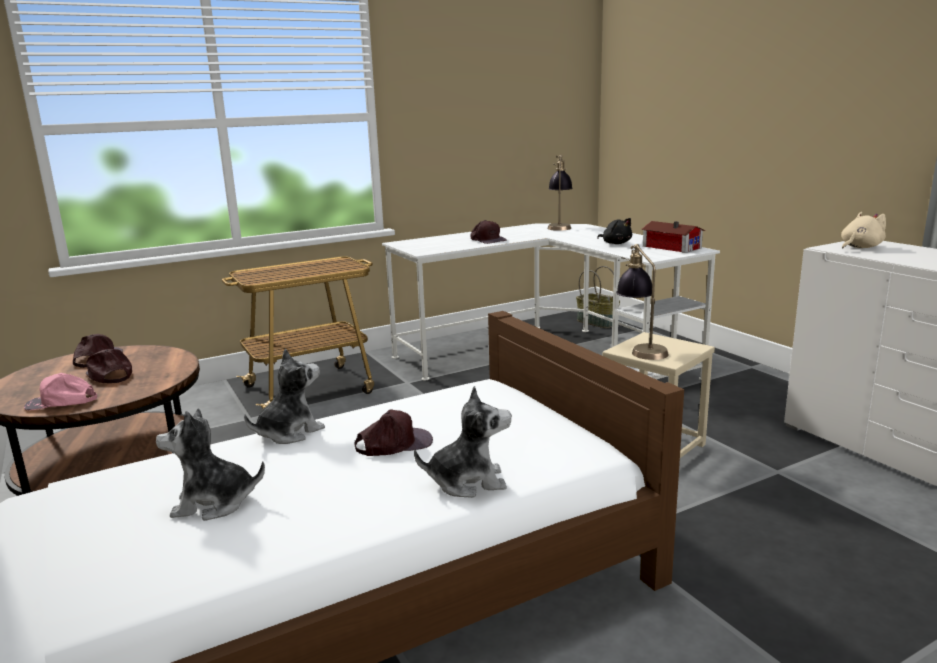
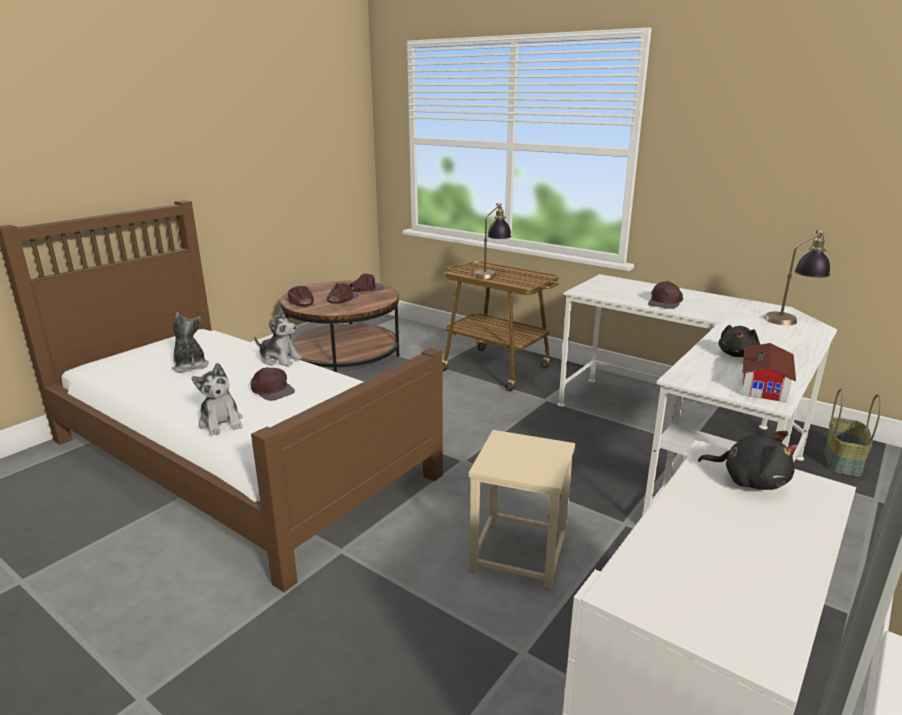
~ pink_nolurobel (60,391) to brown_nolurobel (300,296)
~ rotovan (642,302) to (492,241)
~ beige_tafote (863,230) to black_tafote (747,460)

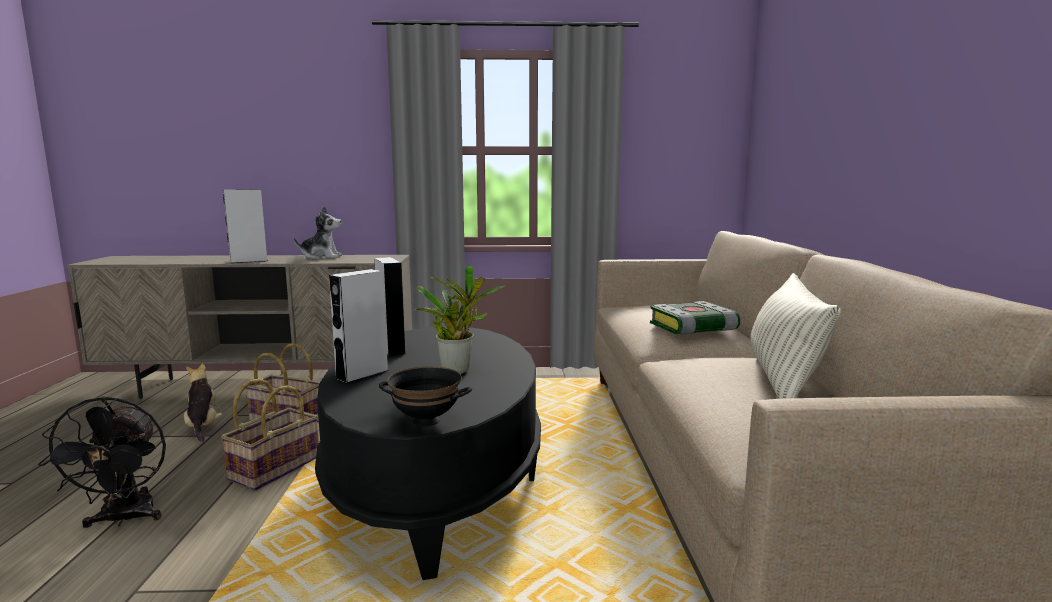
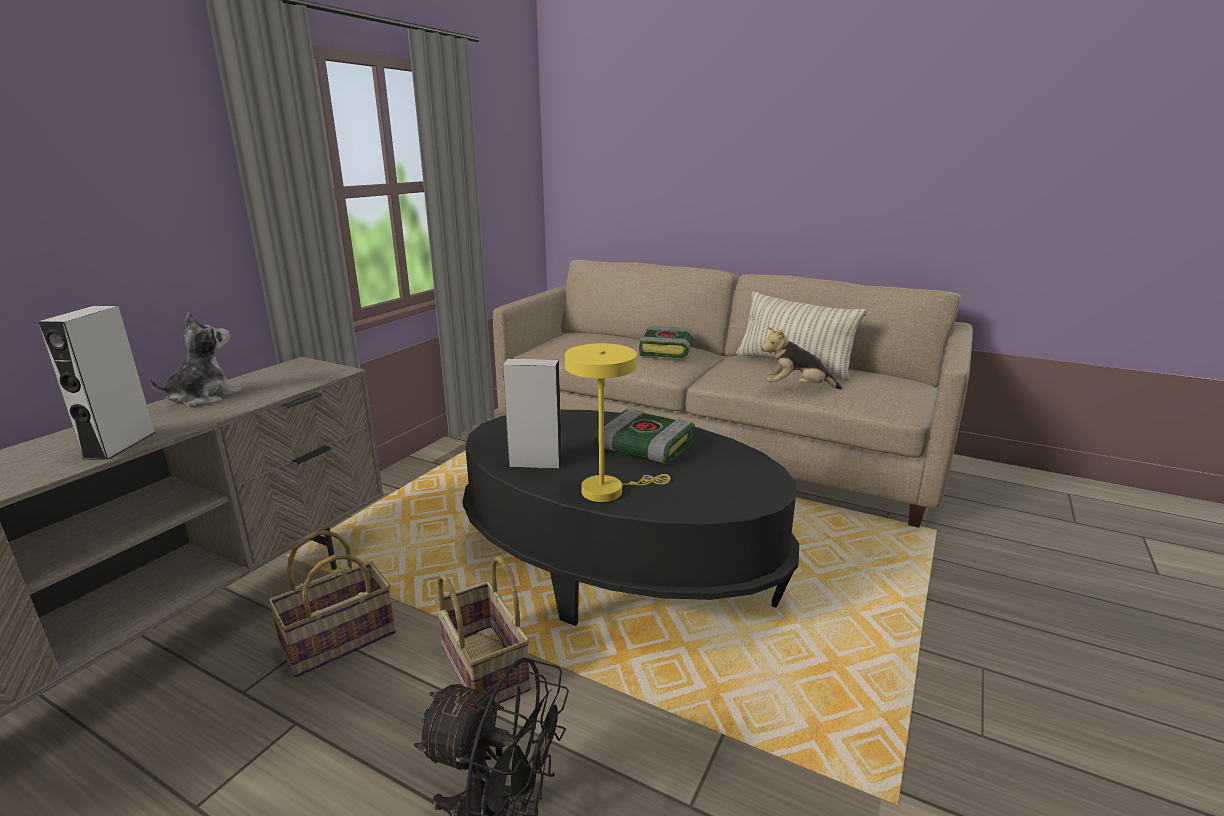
~ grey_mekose (359,326) to yellow_rotovan (618,422)
~ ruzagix (460,319) to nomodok (645,436)
~ tafote (203,402) to (802,358)
- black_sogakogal (425,396)

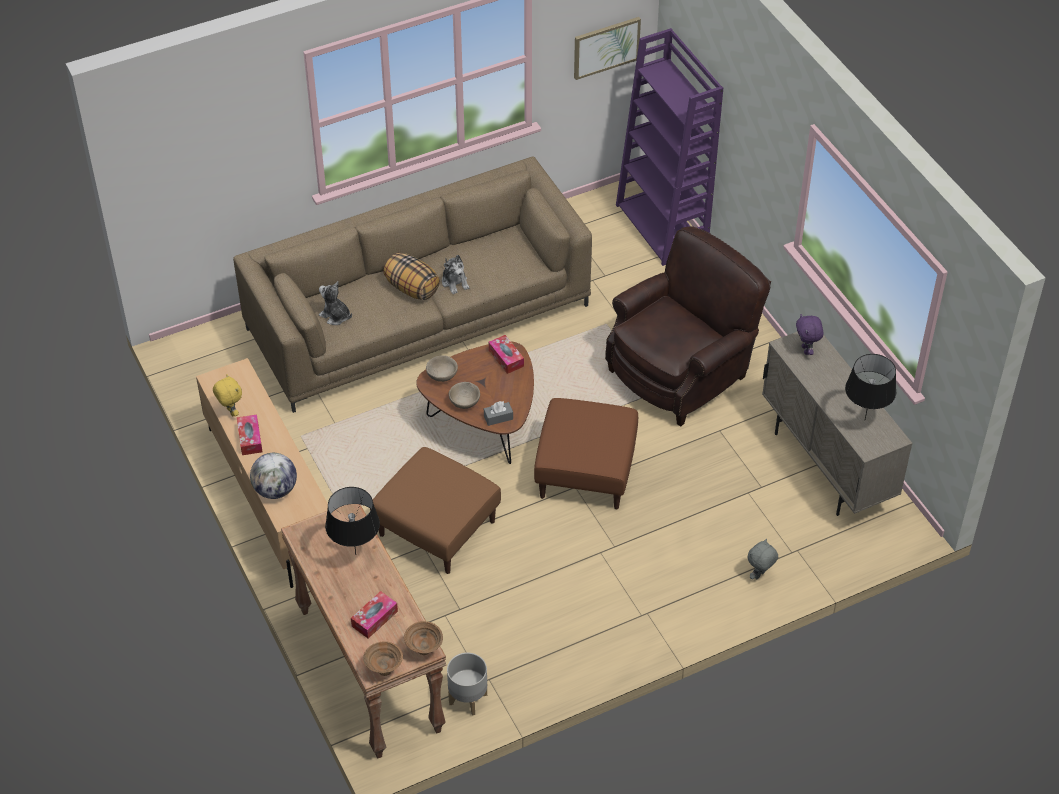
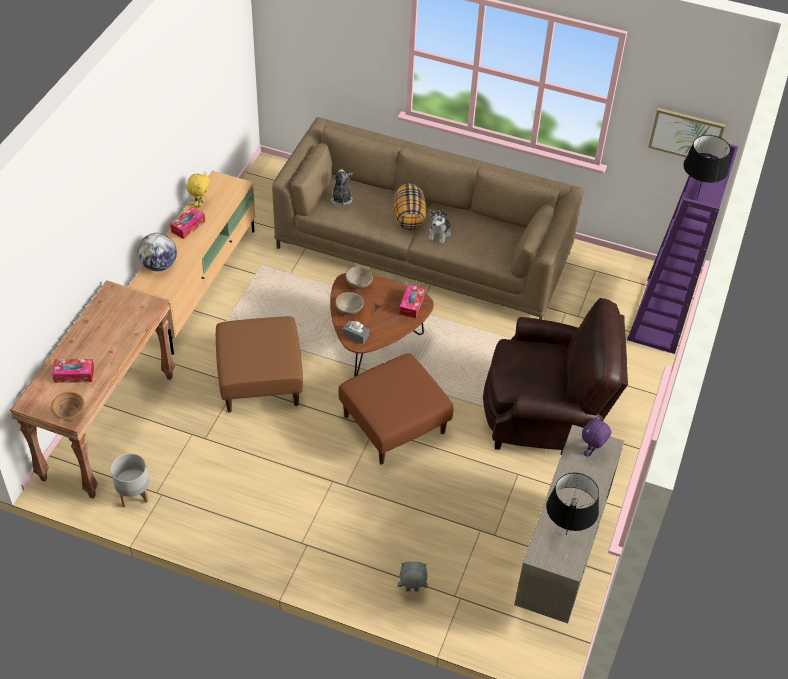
~ black_rotovan (352,521) to (707,166)
- brown_sogakogal (383,658)

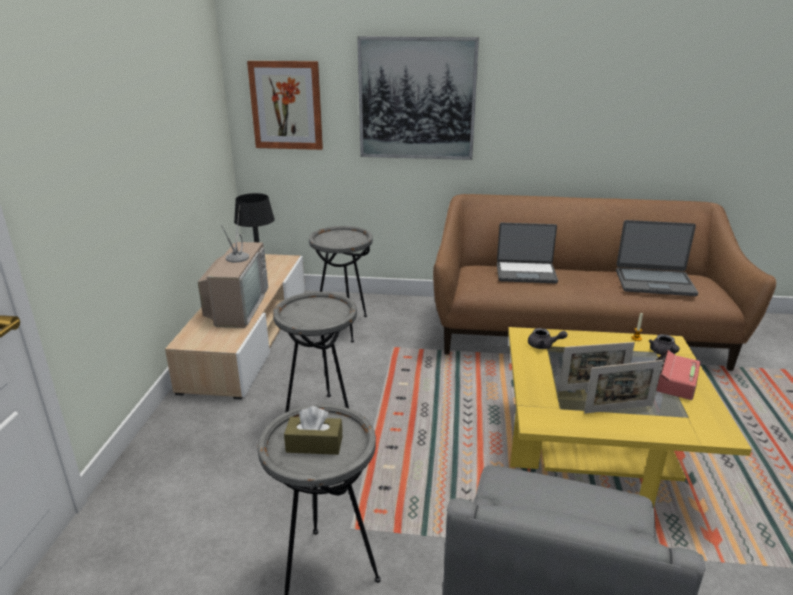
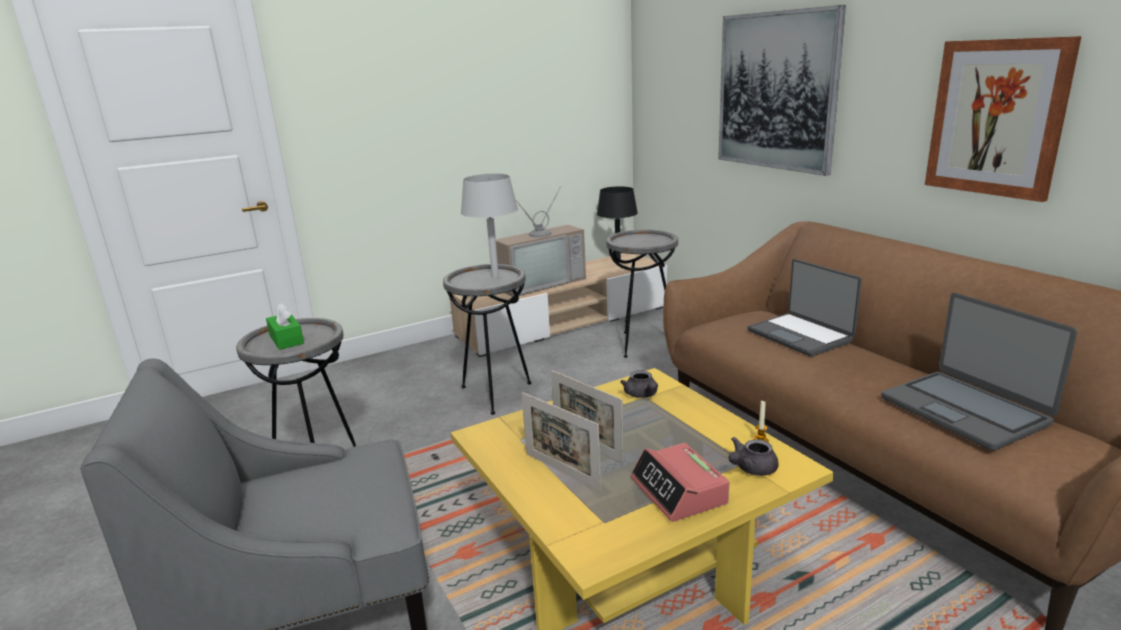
~ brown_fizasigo (313,430) to green_fizasigo (285,326)
+ grey_rotovan (489,226)
~ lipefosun (677,375) = (680,482) 105 degrees counterclockwise
~ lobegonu (285,105) to (1003,119)

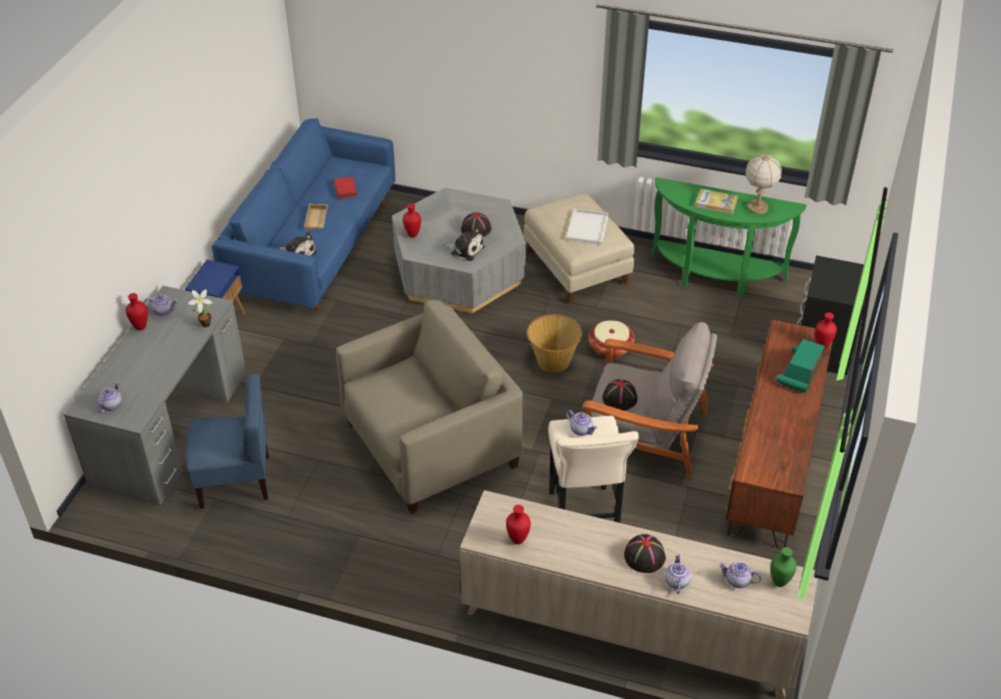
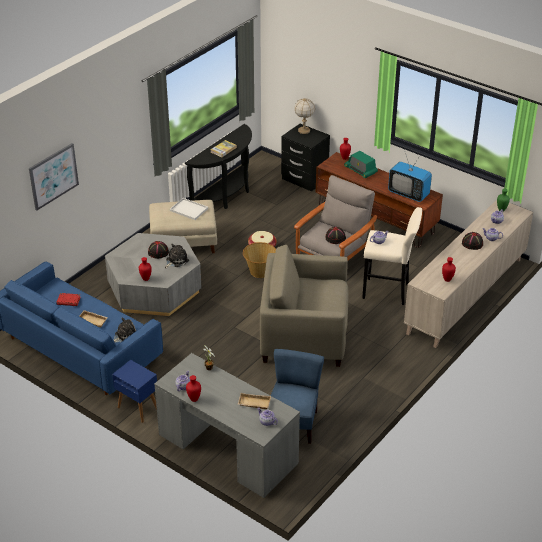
+ lobegonu (54,177)
~ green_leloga (729,237) to black_leloga (218,166)
+ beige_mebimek (254,401)
~ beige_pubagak (429,407) = (304,306) 75 degrees counterclockwise
~ rotovan (763,184) to (304,116)
+ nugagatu (410,177)

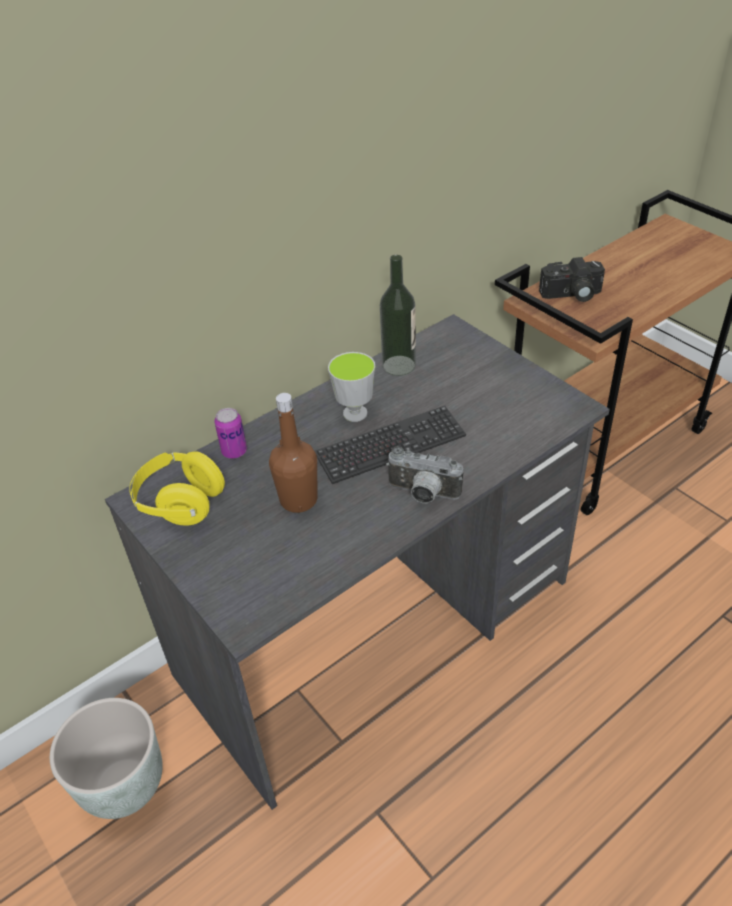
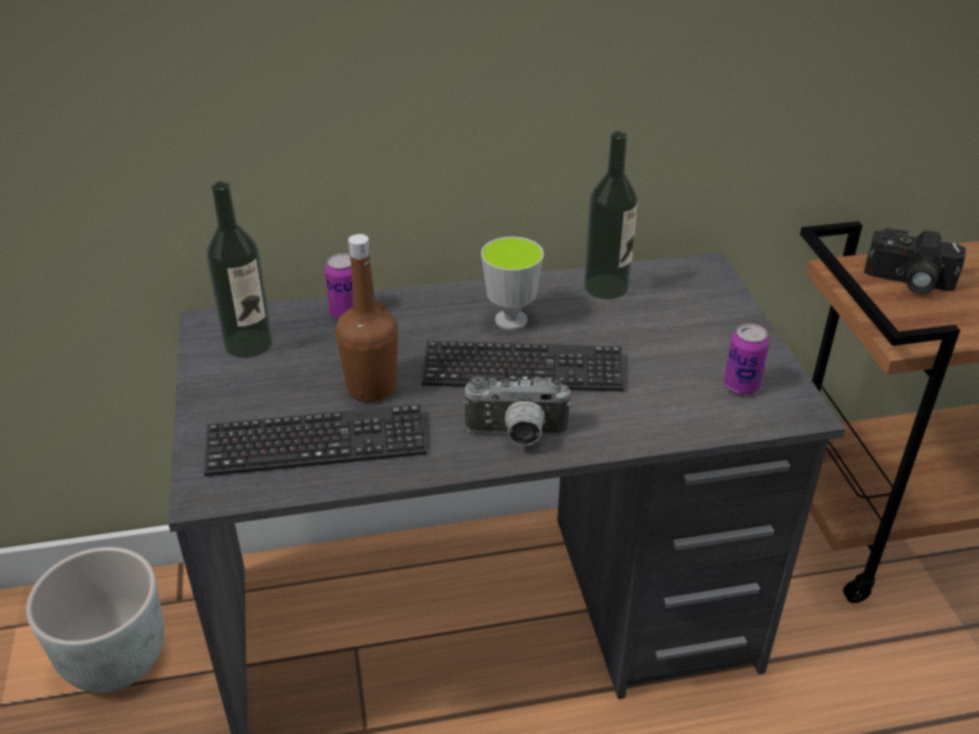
+ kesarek (315,440)
~ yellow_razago (177,488) to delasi (239,269)
~ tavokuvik (425,475) = (517,411) 45 degrees counterclockwise
+ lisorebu (746,359)

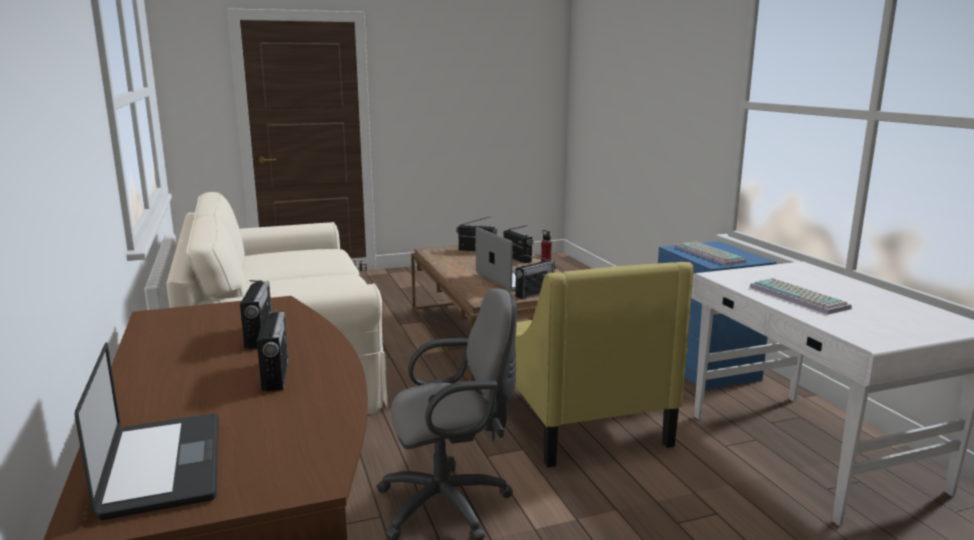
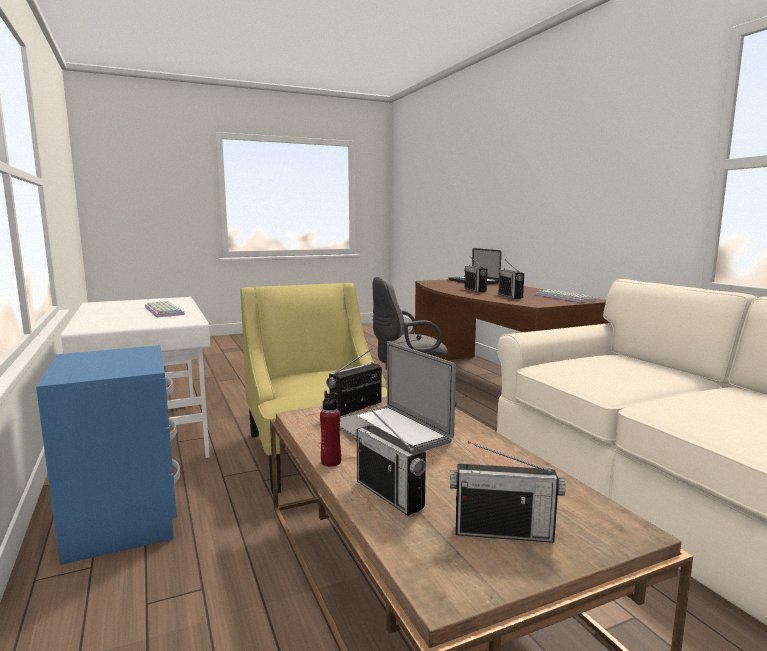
~ kesarek (711,254) to (565,296)

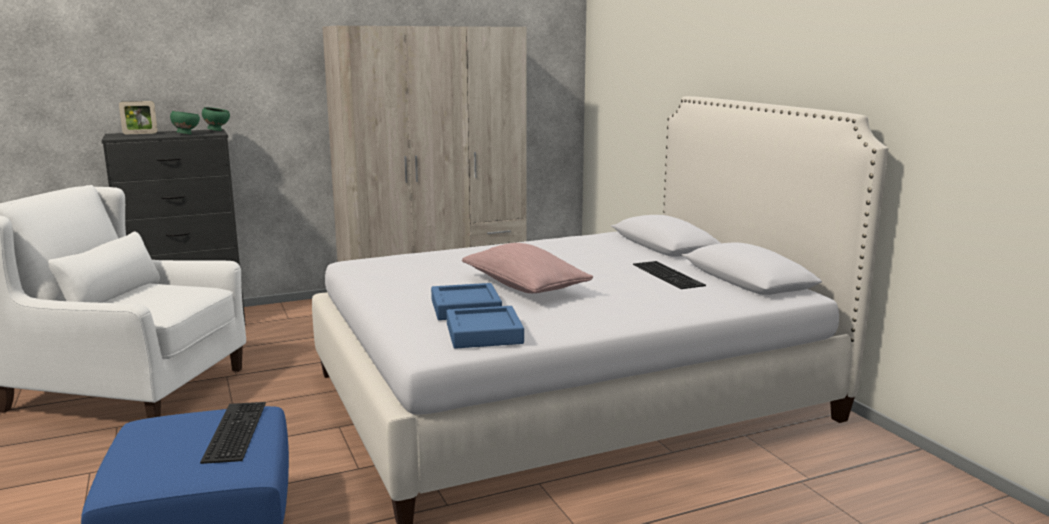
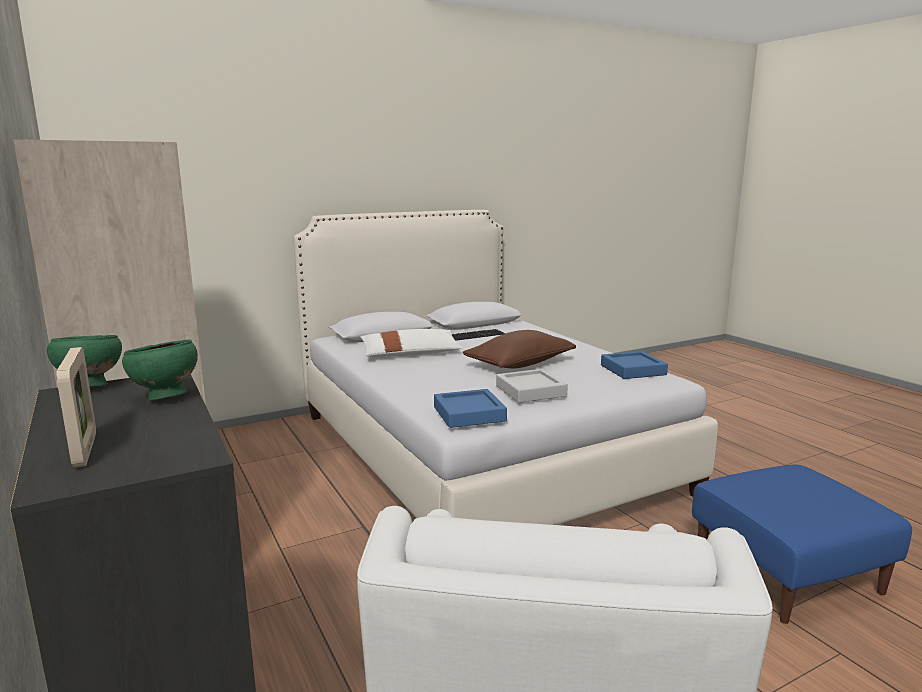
+ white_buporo (411,343)
~ blue_mebimek (466,301) to (470,408)
~ pink_buporo (527,268) to brown_buporo (519,349)
+ grey_mebimek (532,386)
- kesarek (233,433)

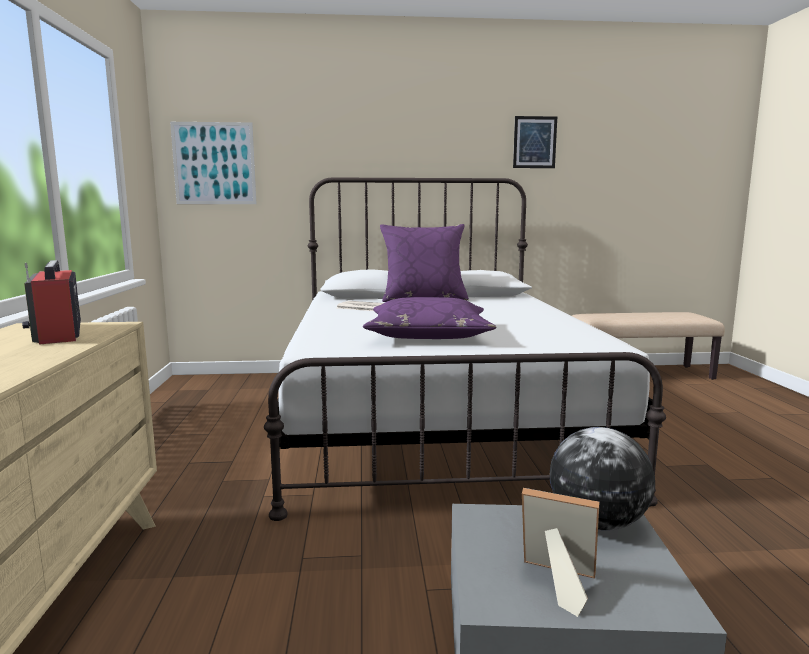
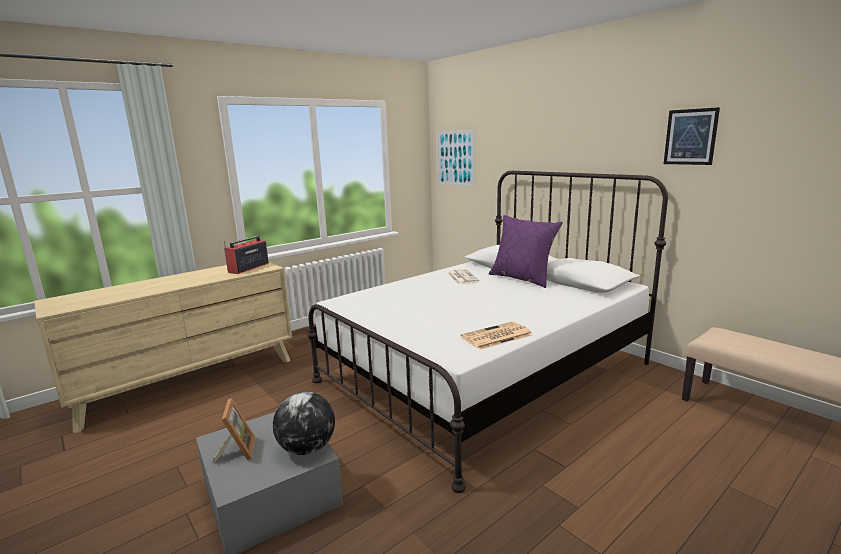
+ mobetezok (496,336)
- purple_buporo (429,318)

